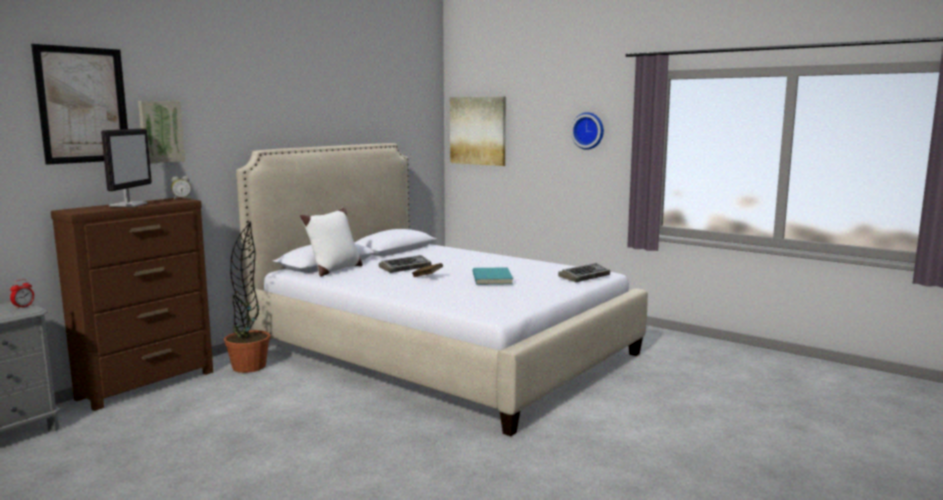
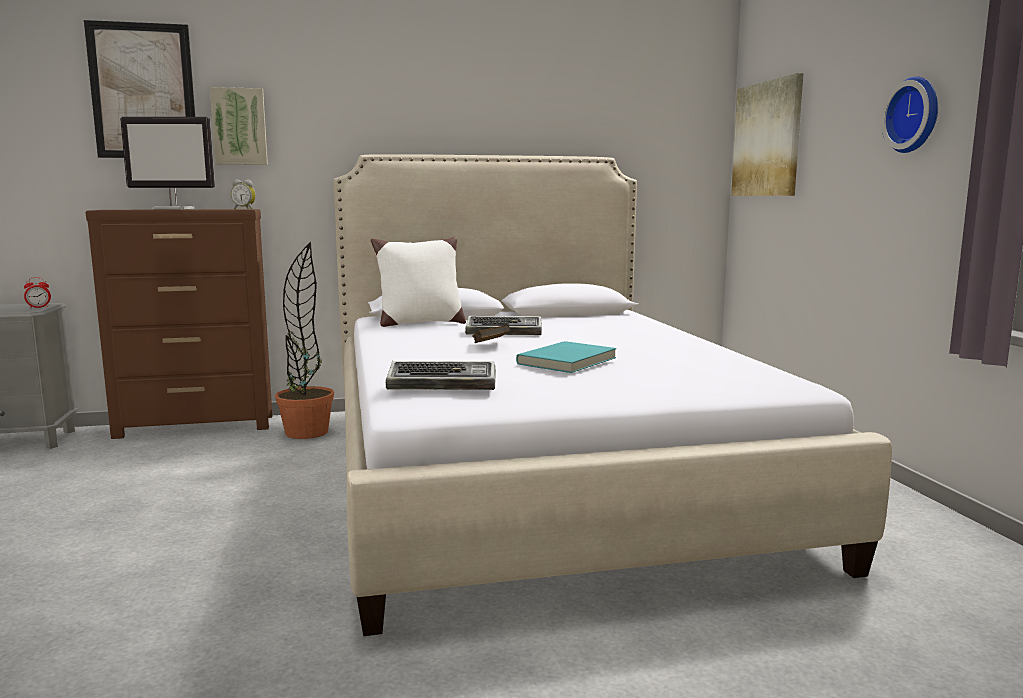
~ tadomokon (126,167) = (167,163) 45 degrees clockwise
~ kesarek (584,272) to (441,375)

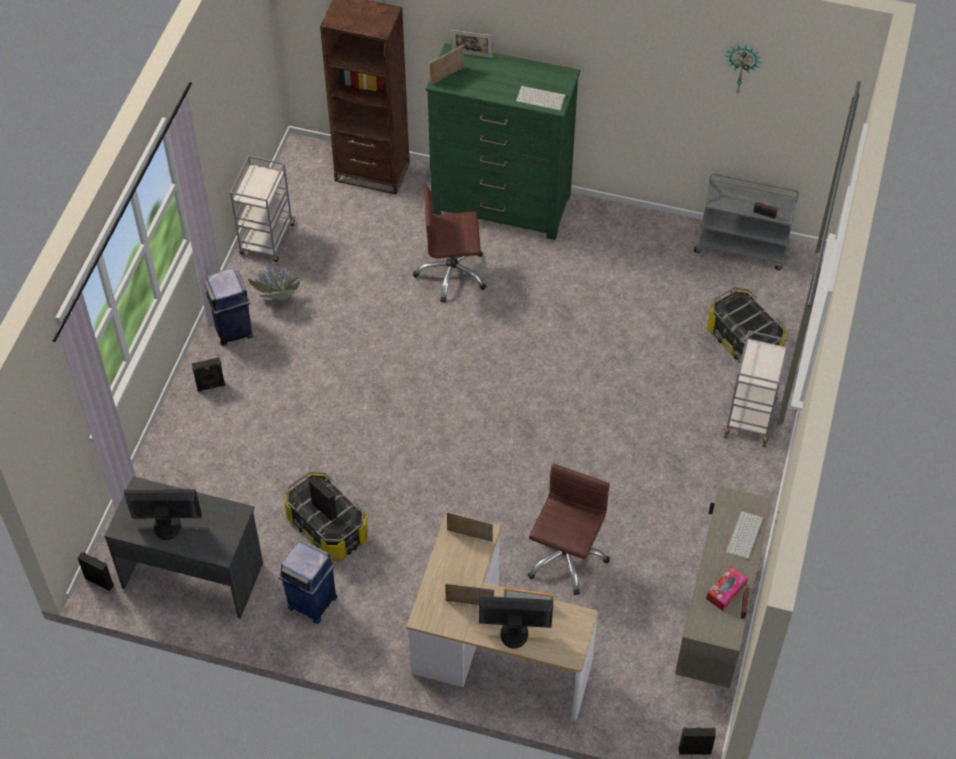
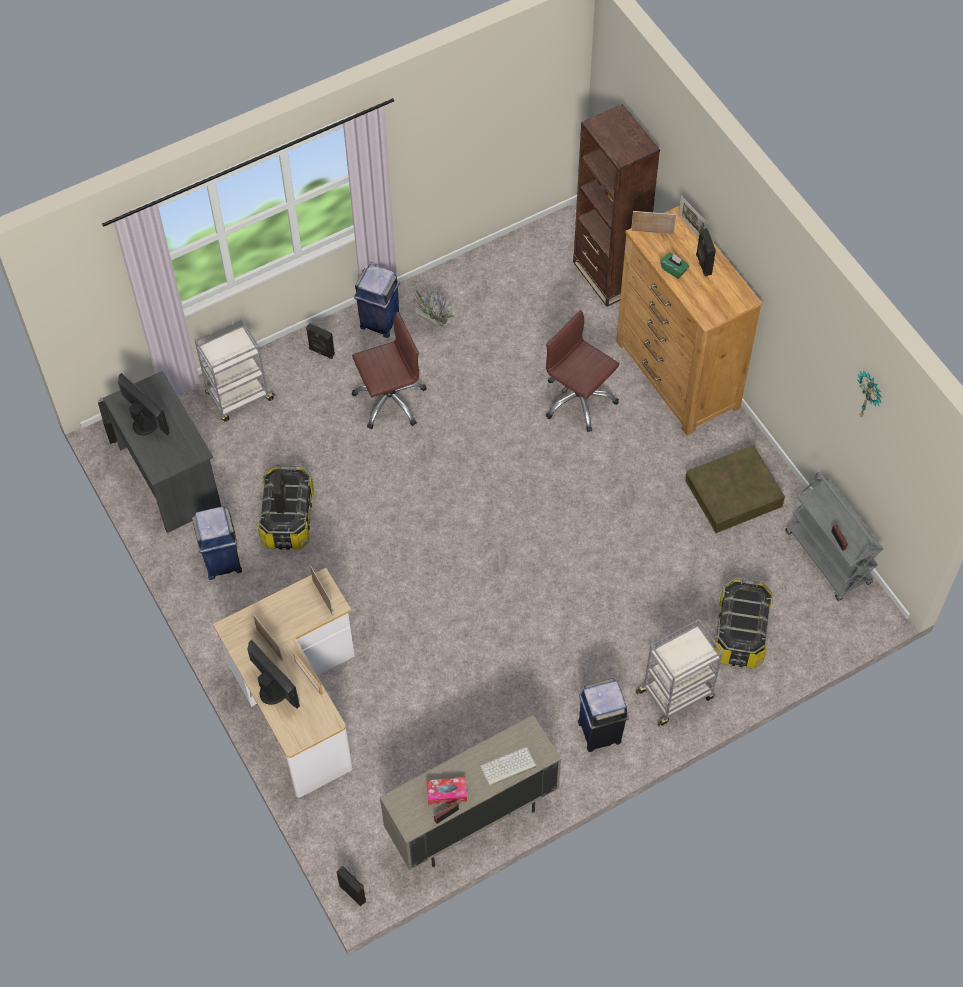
~ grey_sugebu (263,208) to (235,370)
~ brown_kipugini (569,529) to (389,370)
+ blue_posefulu (603,715)
~ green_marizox (503,141) to brown_marizox (689,320)
+ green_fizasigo (674,266)
+ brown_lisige (735,489)
+ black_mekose (706,252)
- kesarek (541,98)

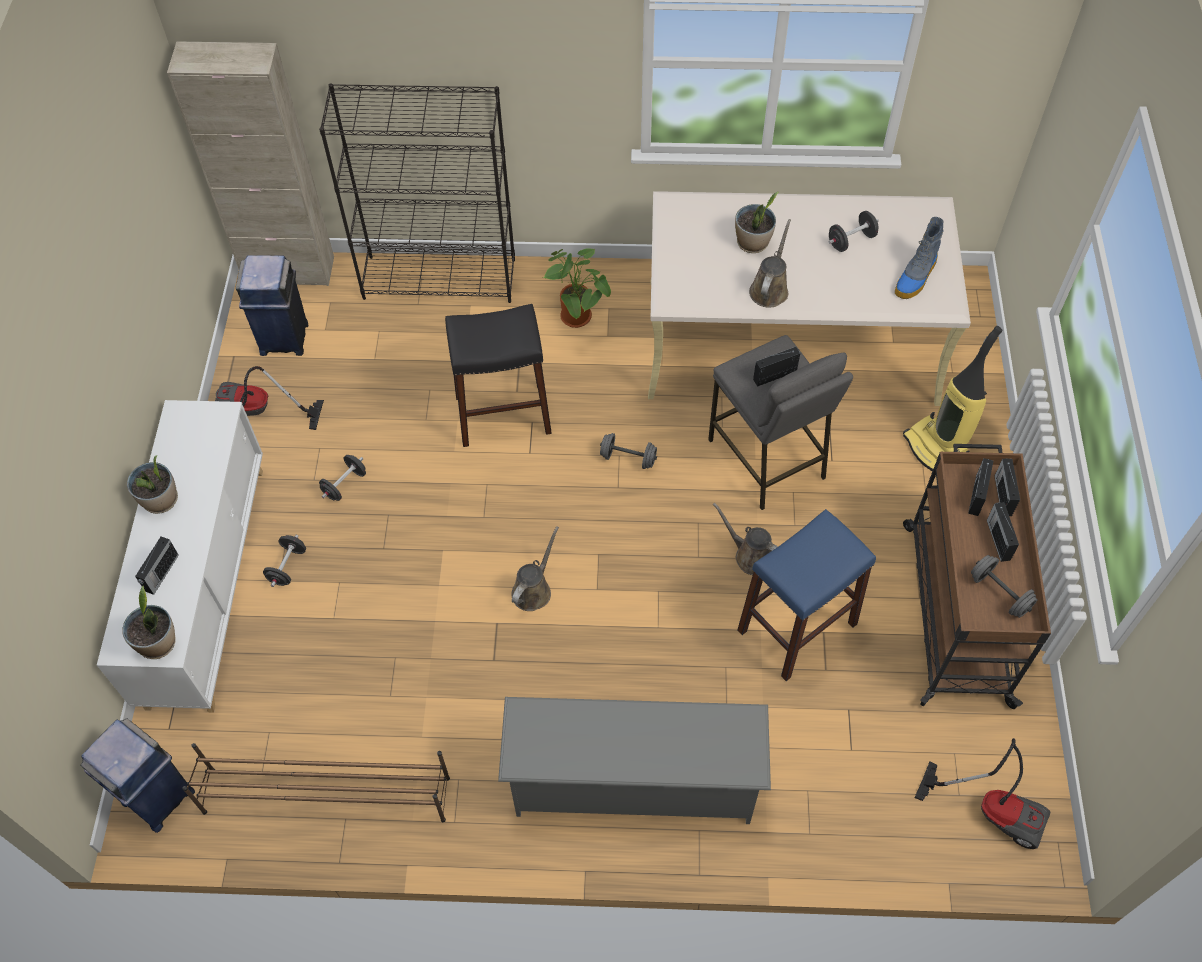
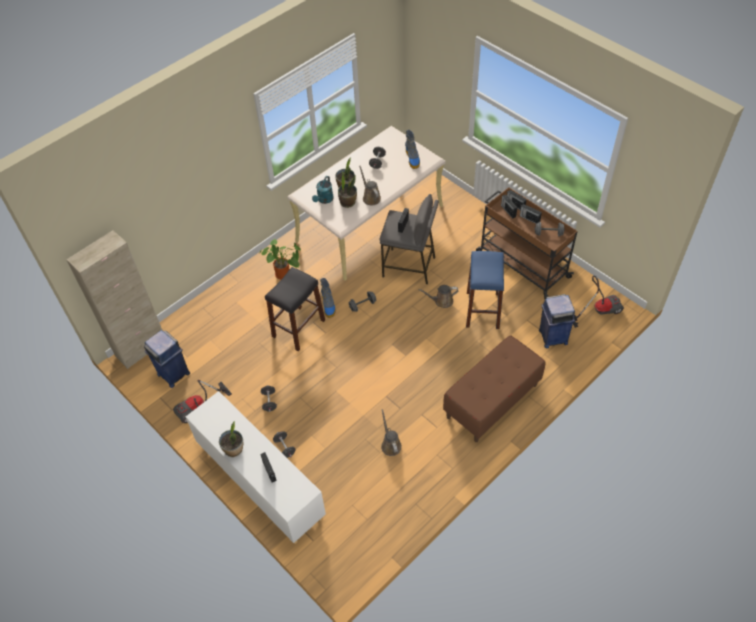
+ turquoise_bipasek (322,190)
+ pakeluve (327,298)
~ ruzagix (149,622) to (347,189)
~ brown_bipasek (535,568) to (391,432)
~ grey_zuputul (634,760) to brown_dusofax (494,388)
~ blue_posefulu (138,775) to (557,321)
- brown_zuputul (316,782)
- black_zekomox (417,193)
- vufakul (952,398)

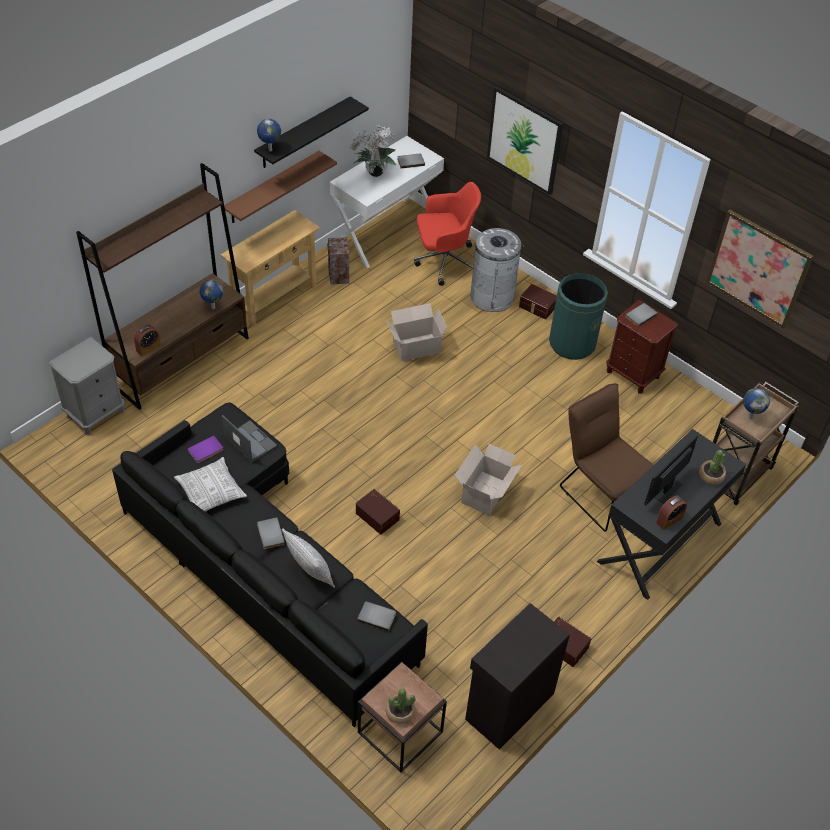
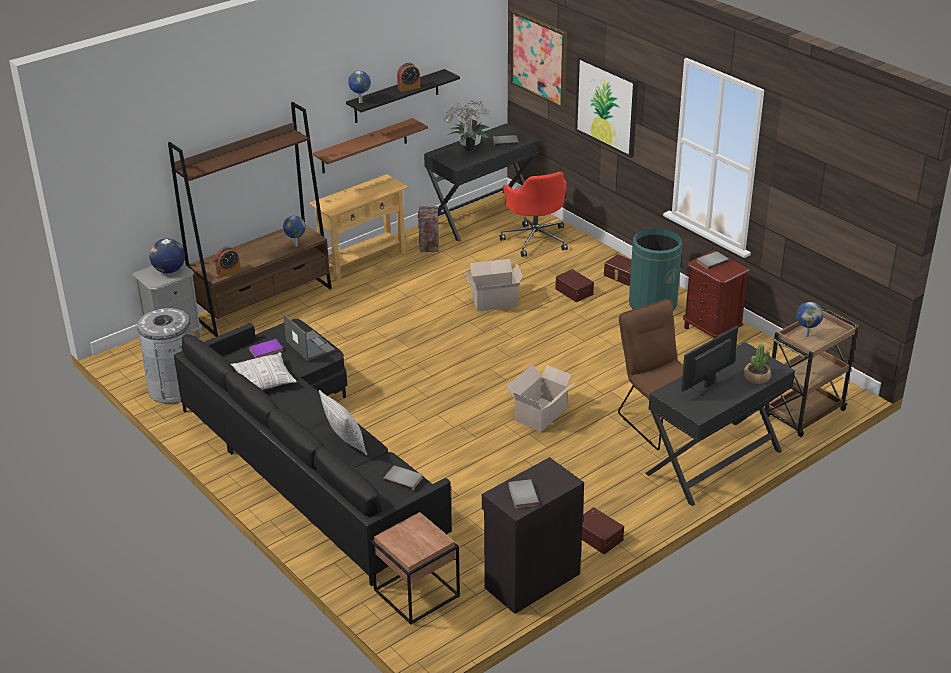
~ grey_posefulu (497,270) to (164,356)
+ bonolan (167,256)
~ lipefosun (671,513) to (408,77)
~ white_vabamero (387,202) to black_vabamero (481,183)
~ red_kipugini (447,234) = (533,214) 75 degrees clockwise
~ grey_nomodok (271,533) to (523,493)
~ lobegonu (759,269) to (538,59)
~ brown_lisige (378,512) to (574,285)
- ruzagix (401,706)

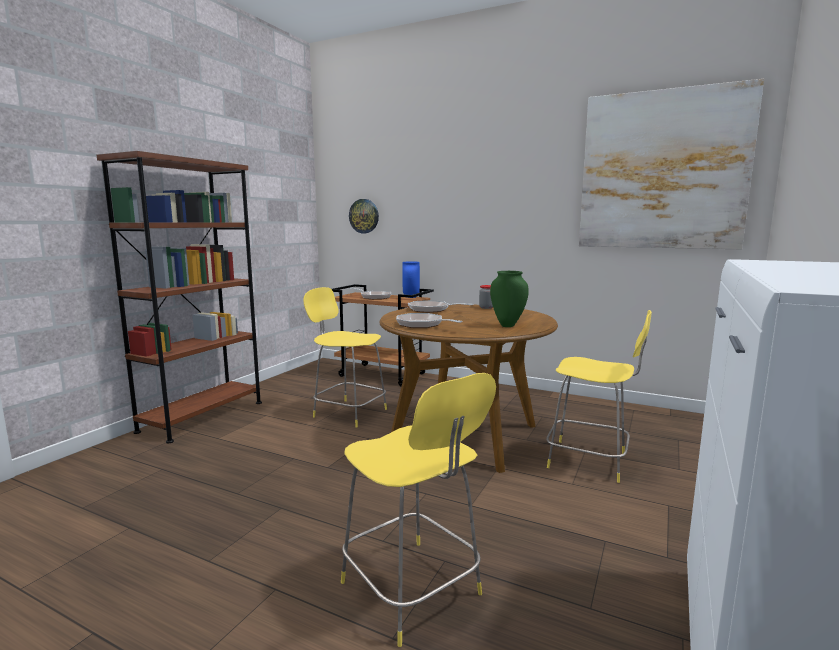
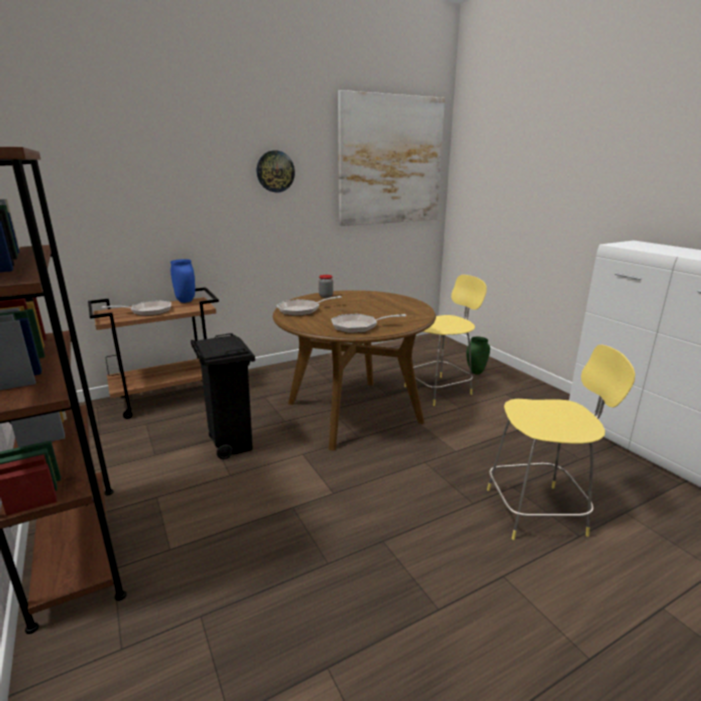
~ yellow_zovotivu (345,357) to black_posefulu (223,396)
~ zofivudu (364,216) to (276,171)
~ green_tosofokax (509,299) to (478,356)

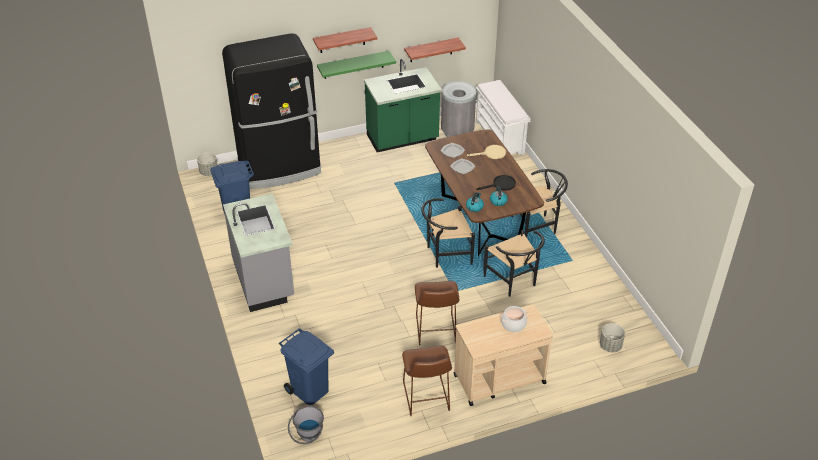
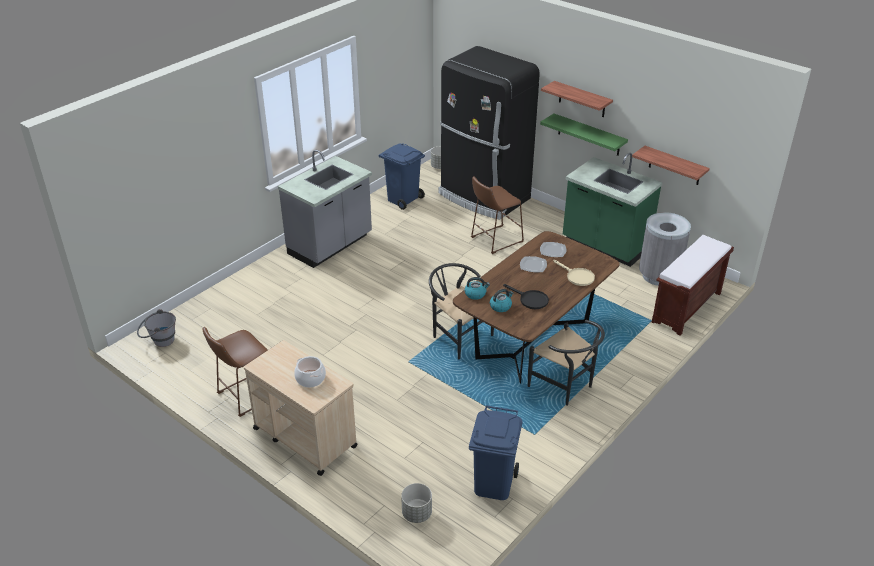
~ blue_posefulu (306,367) to (495,452)
~ brown_zovotivu (437,313) to (497,215)
~ white_dusofax (503,117) to brown_dusofax (693,285)
- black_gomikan (514,263)

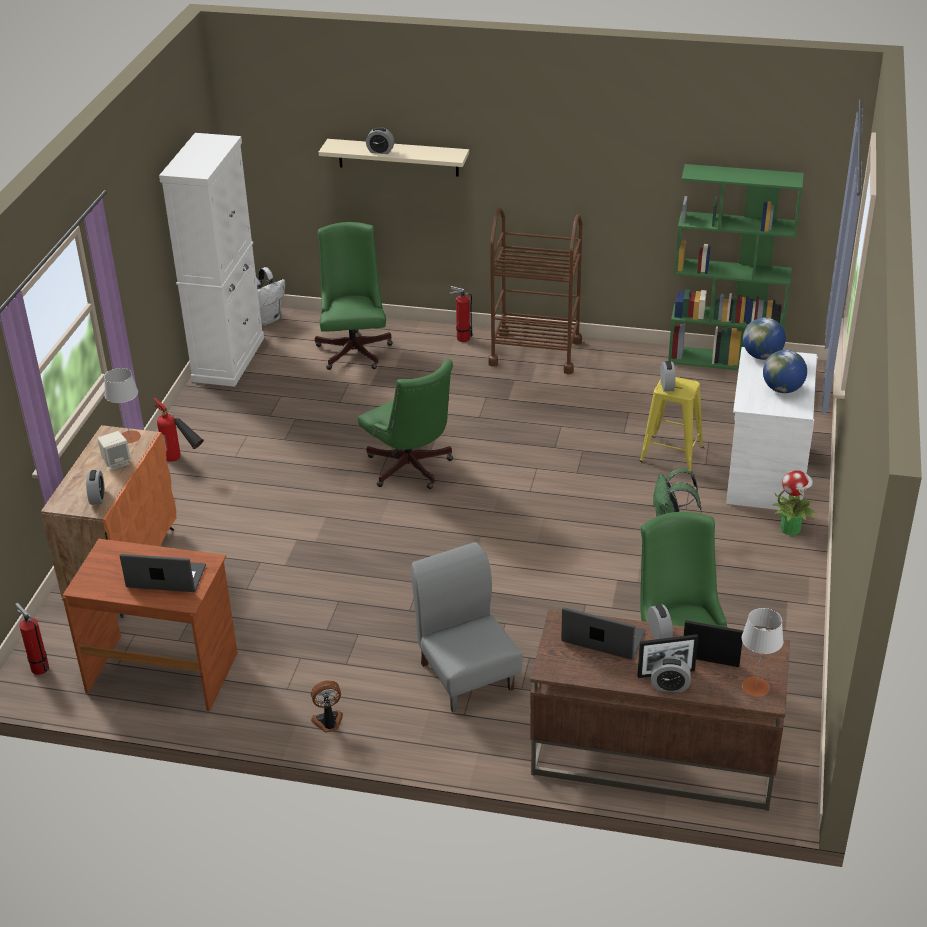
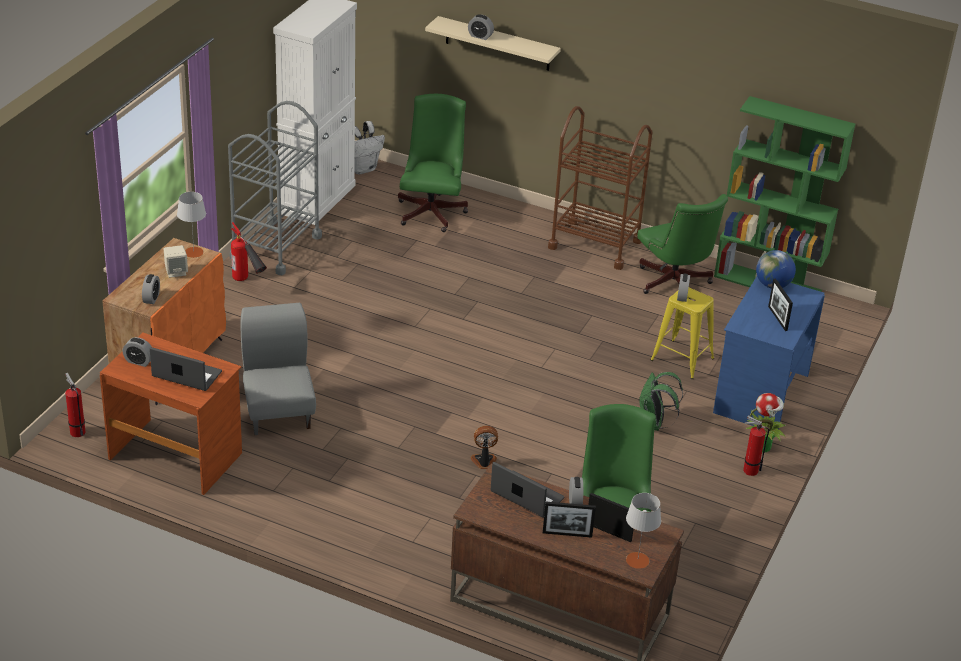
~ lipefosun (671,674) to (137,352)
+ grey_sugebu (275,188)
~ grey_gomikan (467,627) to (278,369)
~ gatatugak (327,706) to (484,447)
~ green_kipugini (405,424) to (682,247)
~ white_vabamero (772,428) to blue_vabamero (769,353)
~ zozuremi (461,314) to (756,446)
~ bonolan (785,371) to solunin (780,304)

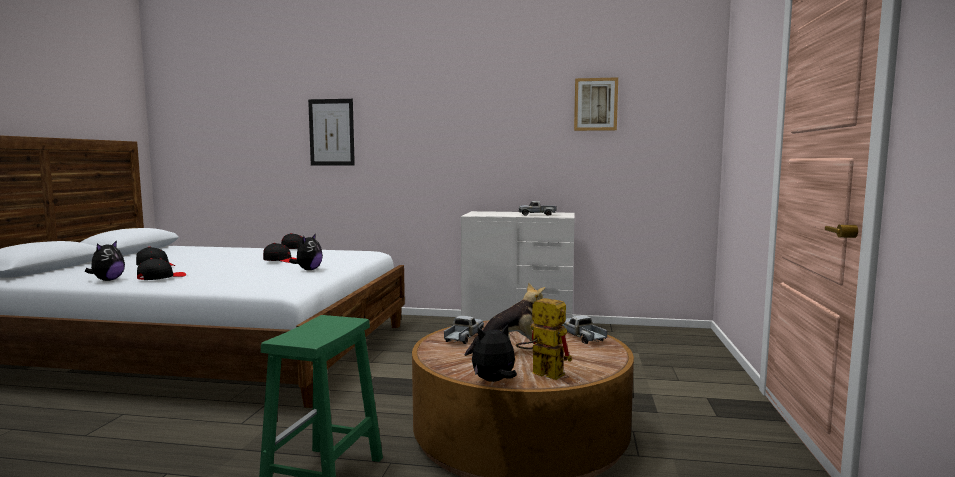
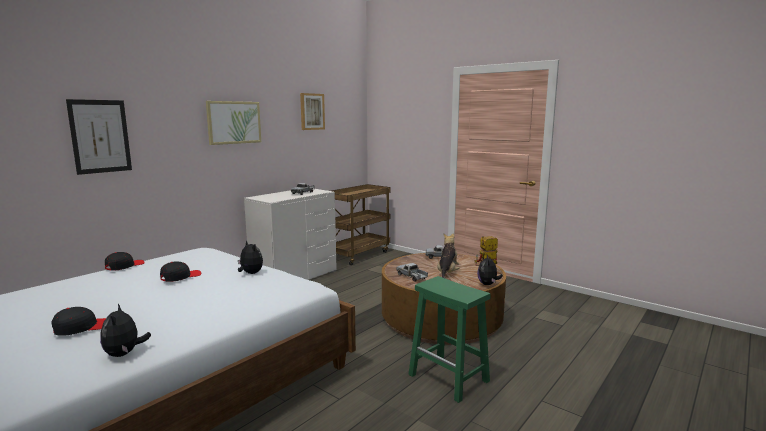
~ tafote (105,260) = (125,330) 150 degrees counterclockwise
+ lobegonu (233,123)
+ brown_sugebu (361,224)
- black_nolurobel (161,269)

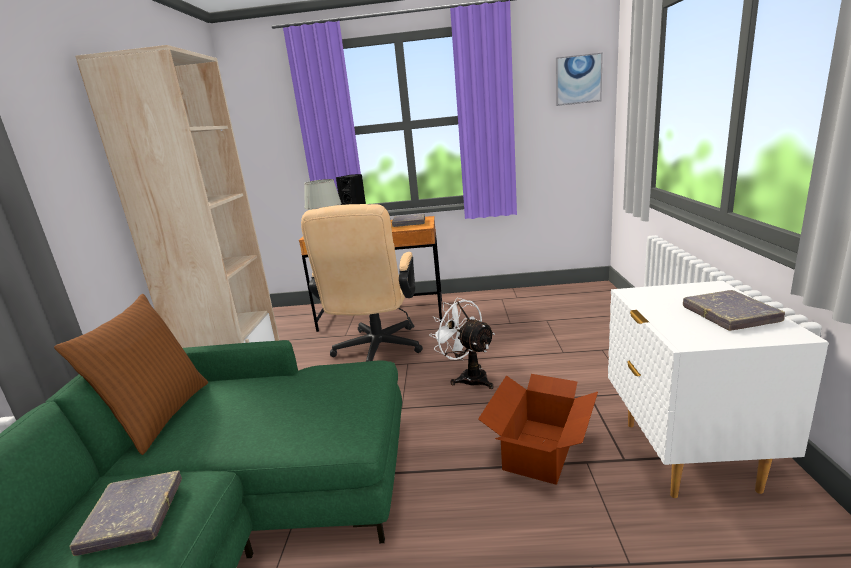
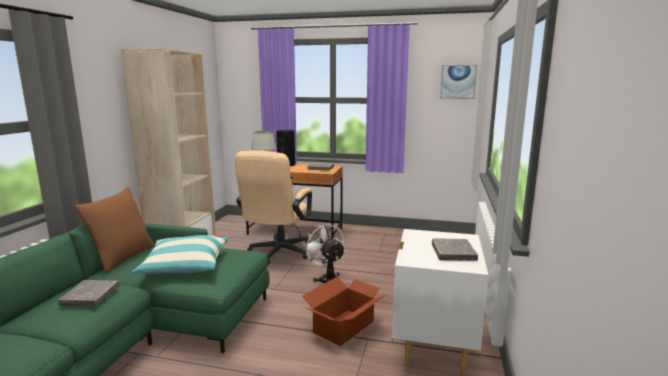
+ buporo (180,254)

